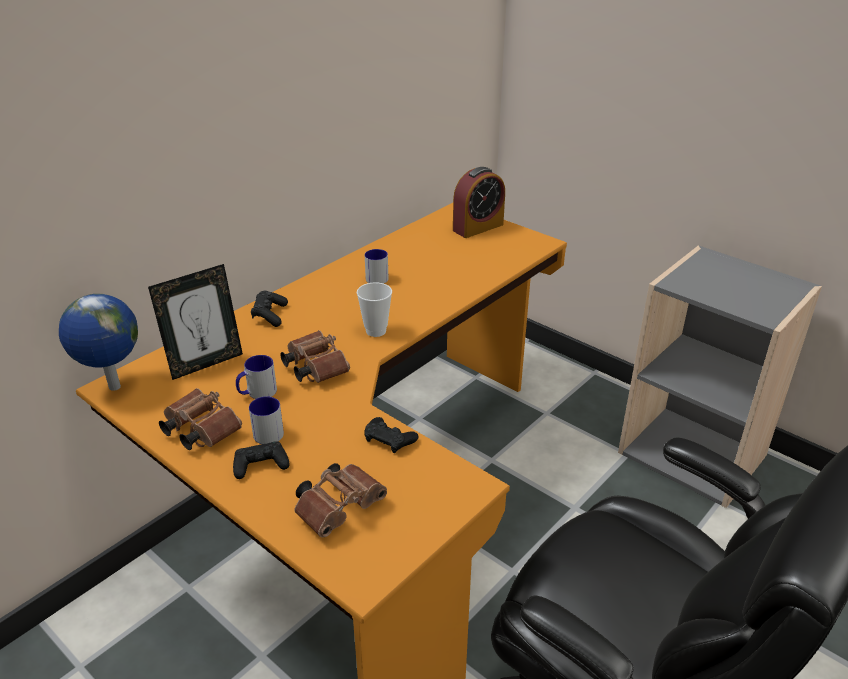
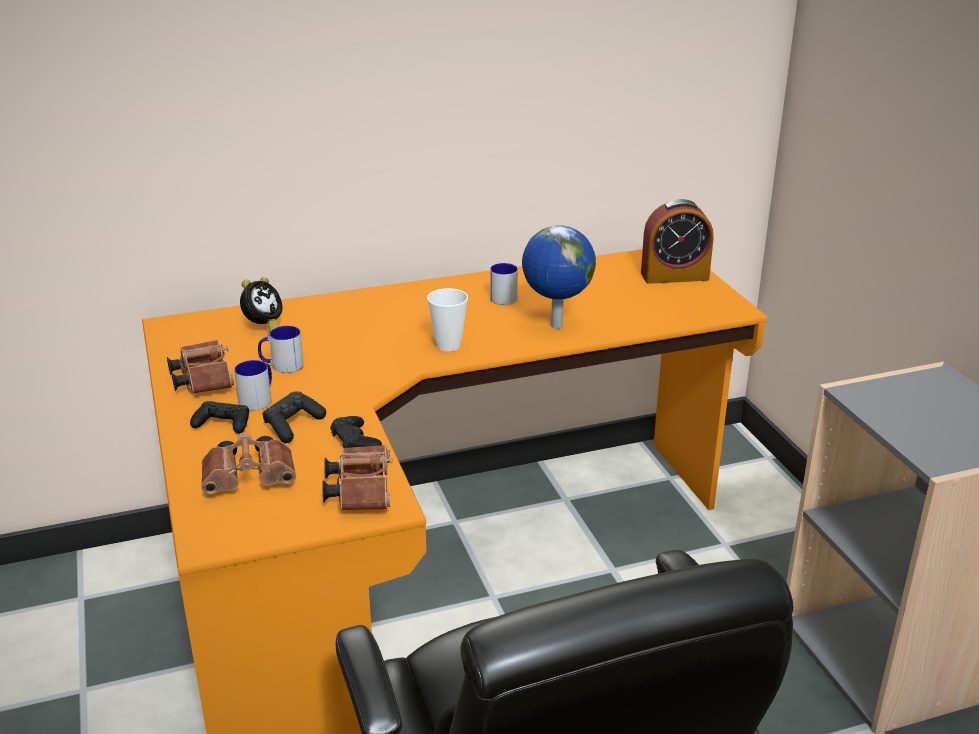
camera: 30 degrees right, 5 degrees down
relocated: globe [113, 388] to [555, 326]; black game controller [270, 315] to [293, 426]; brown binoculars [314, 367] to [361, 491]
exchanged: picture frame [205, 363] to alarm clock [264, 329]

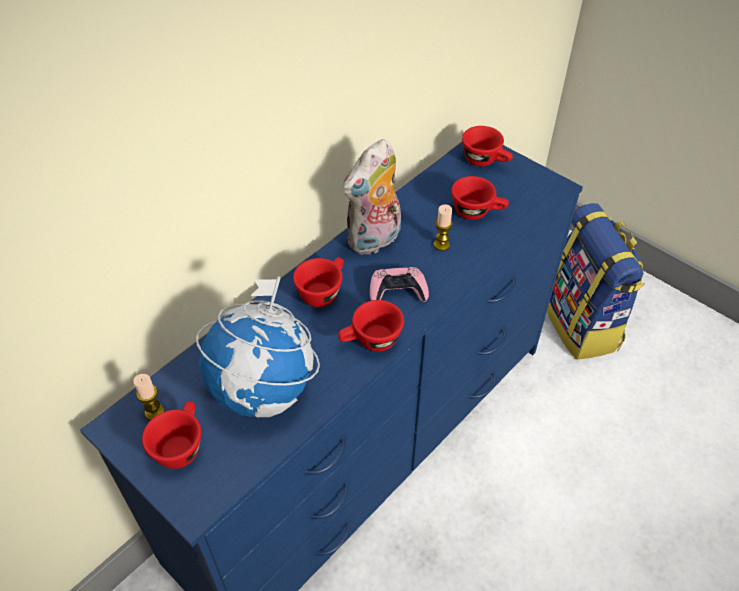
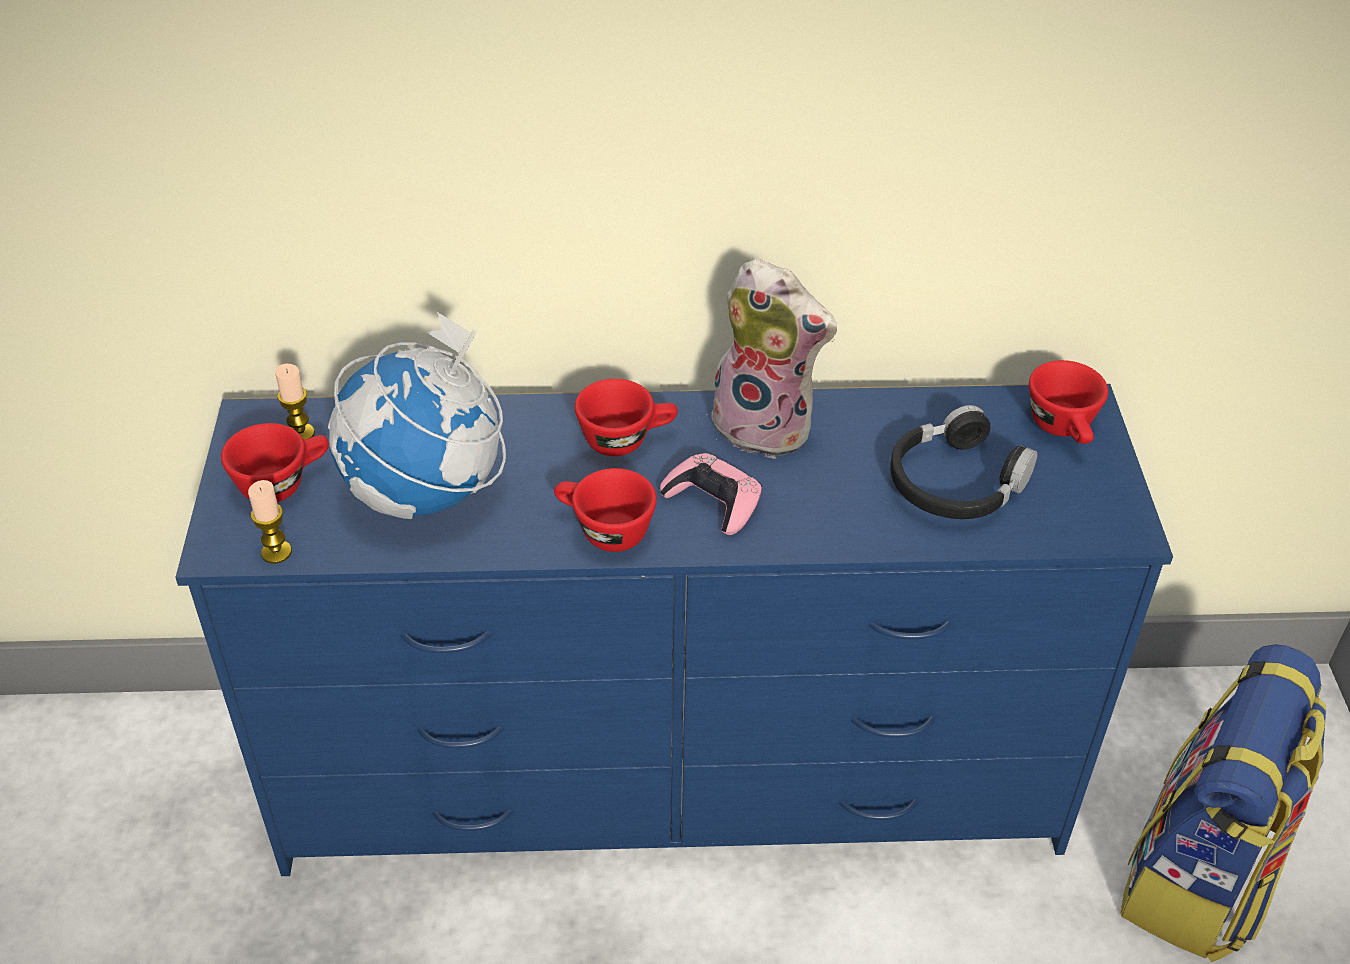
camera: 45 degrees right, 5 degrees down
relocated: candle [441, 244] to [276, 552]
exchanged: red cup [477, 212] to black headphones [956, 483]
spun: plush toy [375, 240] = [767, 426] 150 degrees counterclockwise

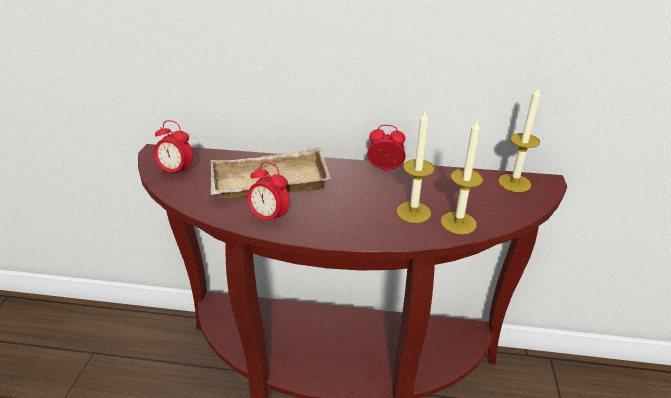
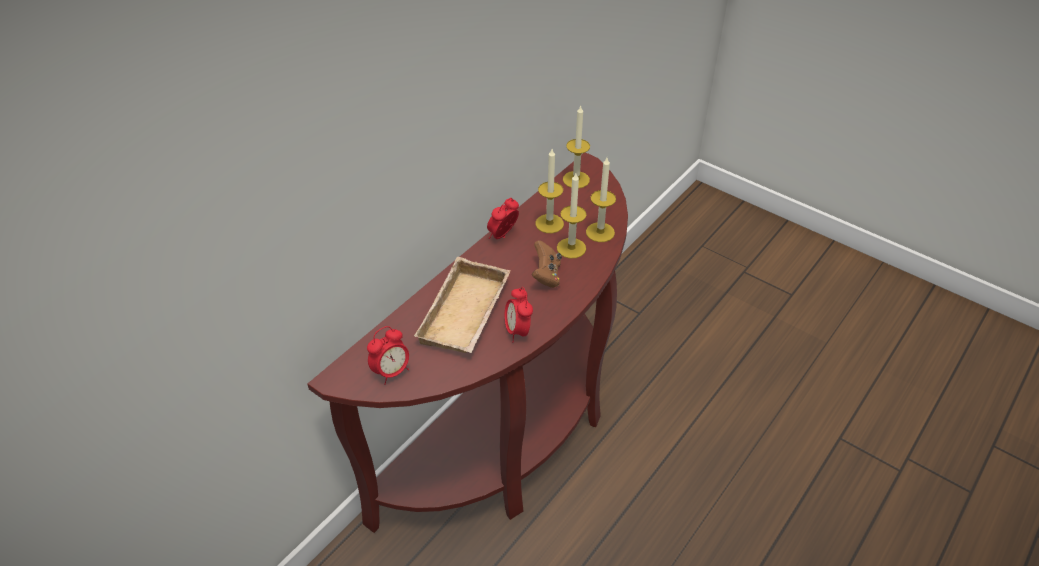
camera: 60 degrees left, 10 degrees up
appeared: brown game controller [546, 275]; candle [549, 223]
spun: alarm clock [269, 218] = [518, 331] 105 degrees clockwise

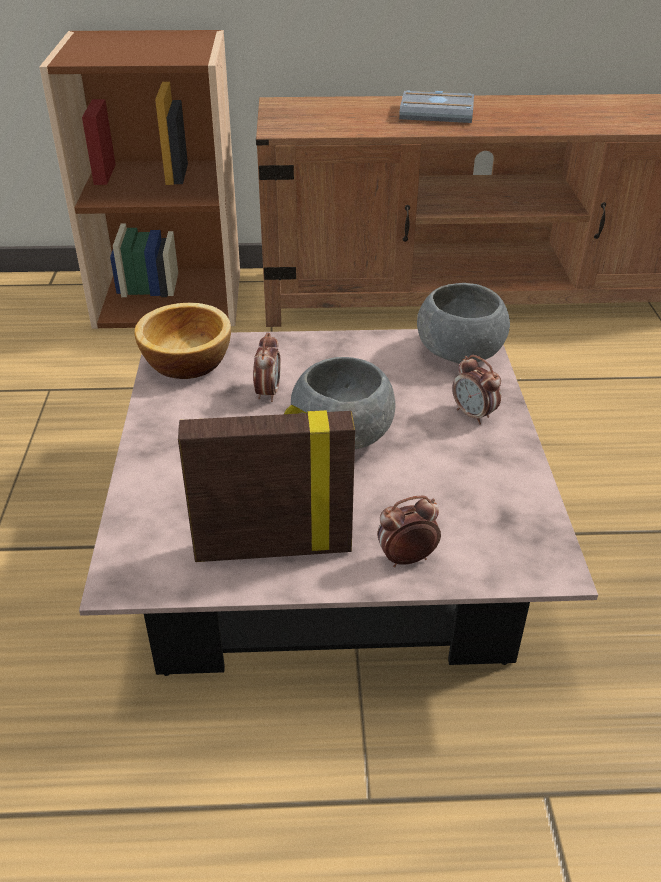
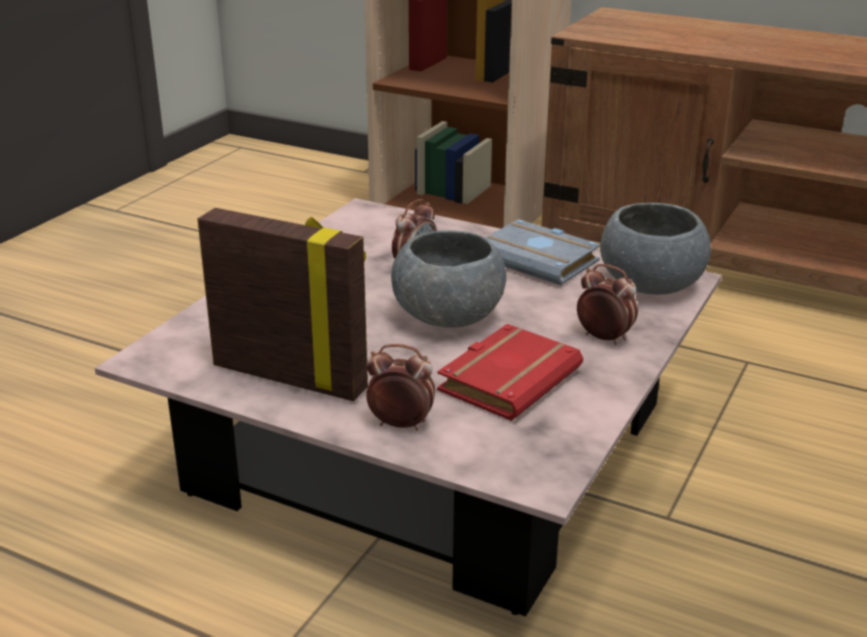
camera: 30 degrees right, 10 degrees down
missing: bowl [186, 361]
appeared: red book [507, 378]
relocated: grey book [438, 113] to [541, 260]
spun: alarm clock [473, 415] = [604, 338] 135 degrees clockwise

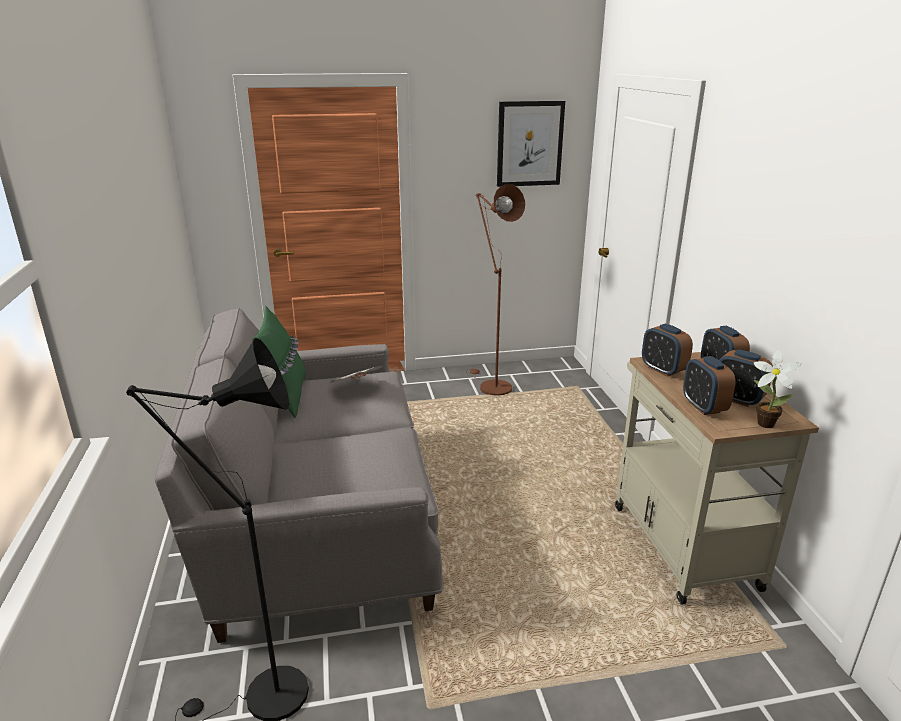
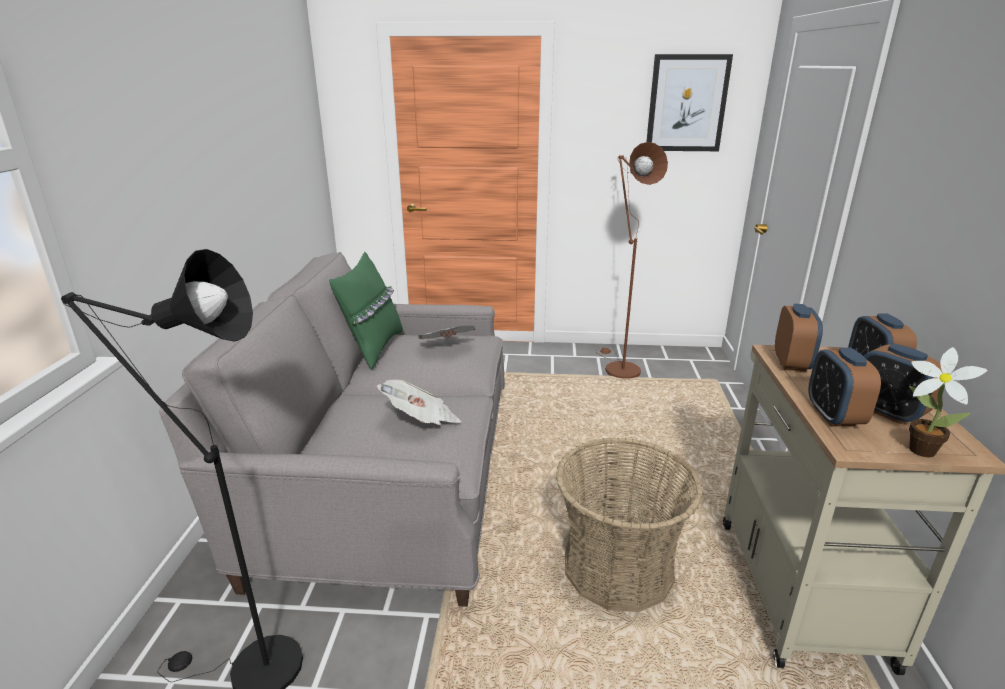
camera: 15 degrees right, 0 degrees up
appeared: newspaper [421, 421]; basket [618, 568]
spun: alarm clock [663, 370] = [791, 363] 150 degrees counterclockwise

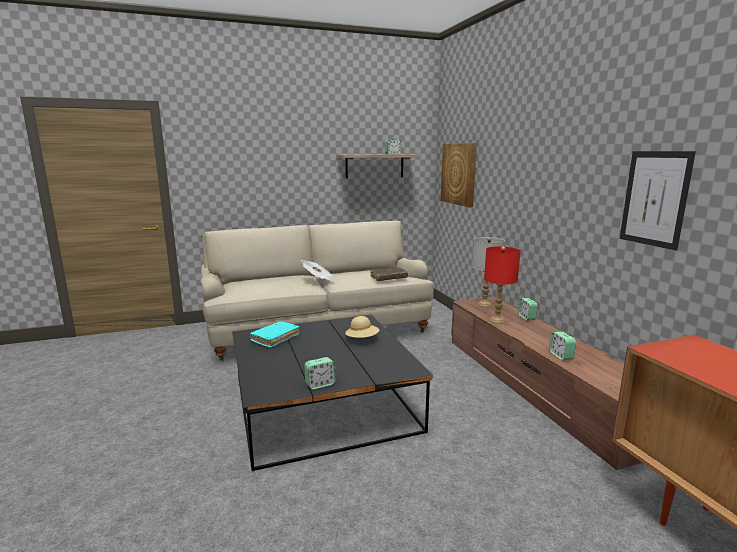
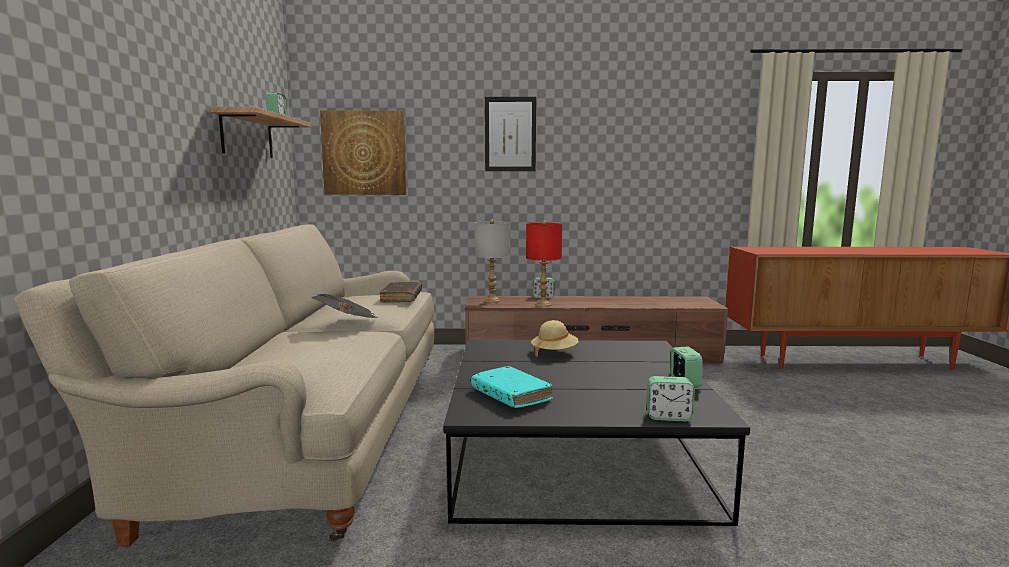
camera: 70 degrees left, 5 degrees down
relocated: alarm clock [561, 356] to [668, 417]; picture [654, 198] to [510, 134]

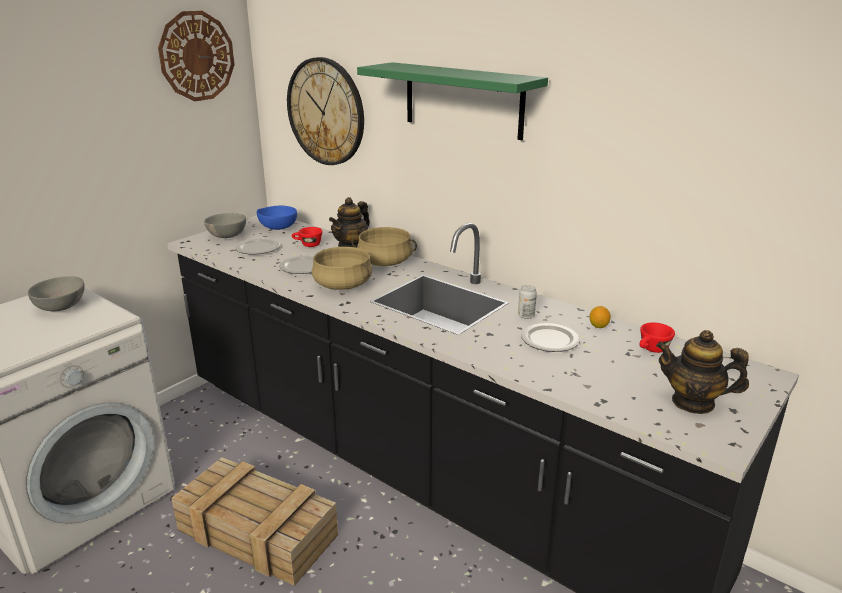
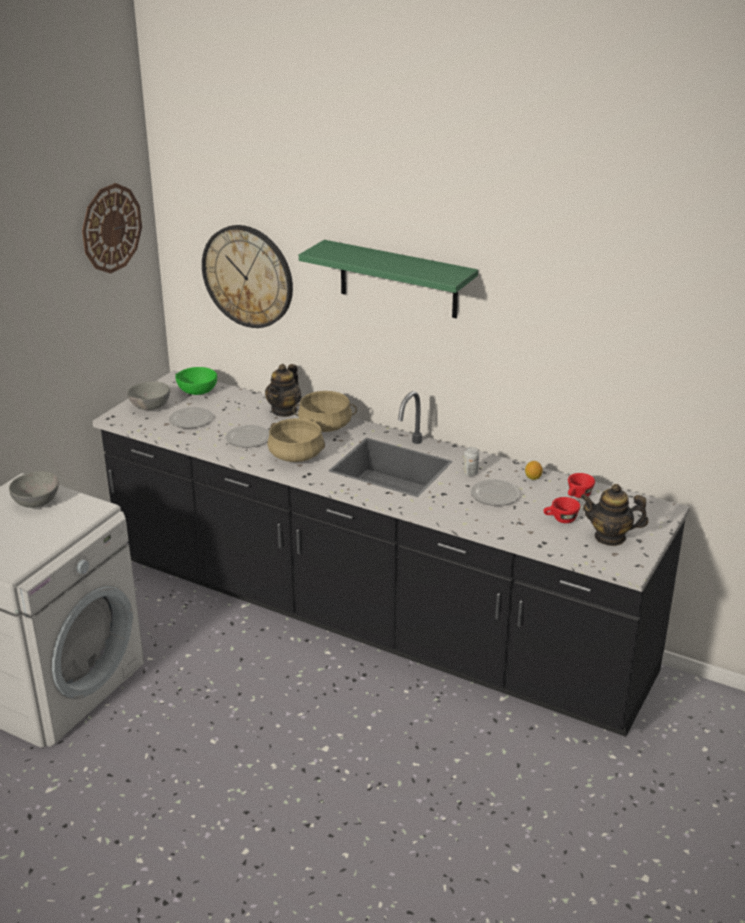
camera: 10 degrees left, 5 degrees up
missing: crate [260, 532]
relocated: red cup [307, 245] to [560, 519]
colour: blue bowl [277, 228] to green bowl [196, 392]

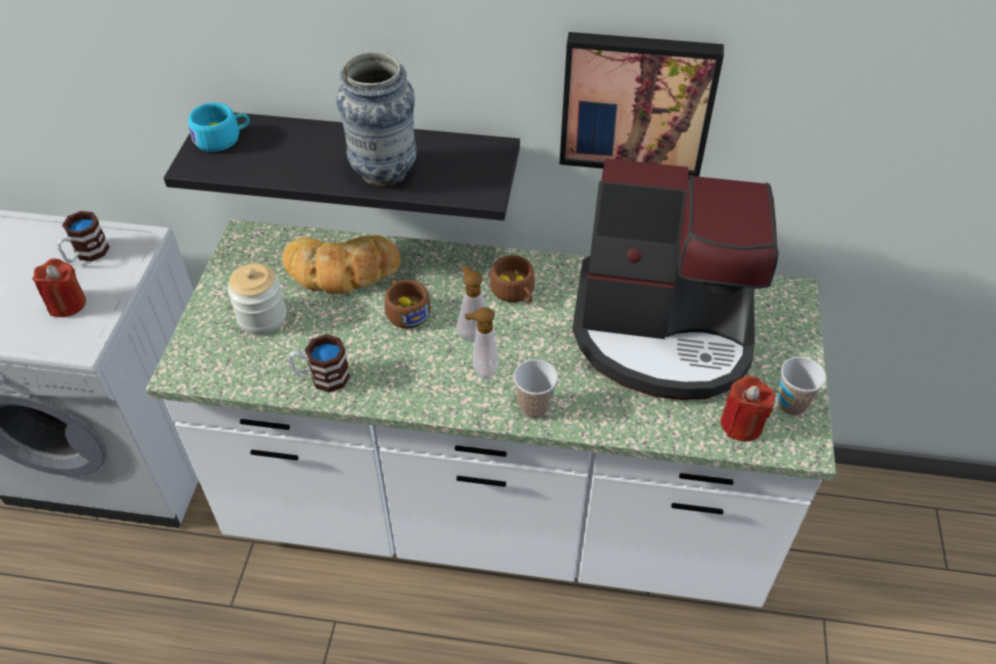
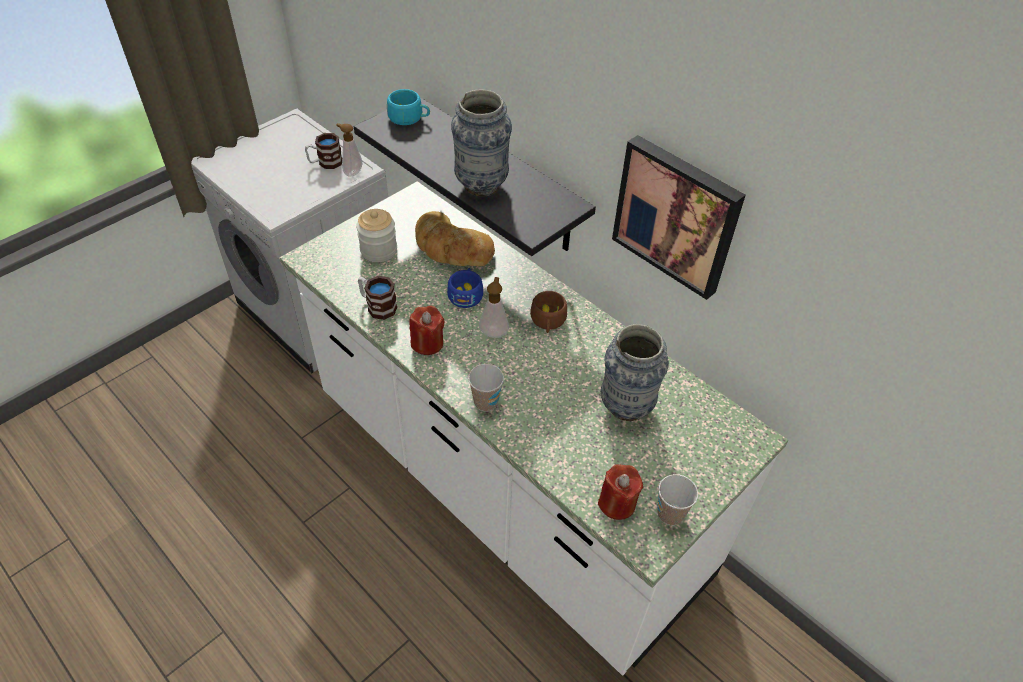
camera: 35 degrees right, 0 degrees up
relocated: red candle [67, 304] to [427, 343]; soap dispenser [482, 370] to [352, 172]
exchanged: coffee machine [663, 331] to vase [626, 407]
colour: brown cup [405, 310] to blue cup [466, 294]

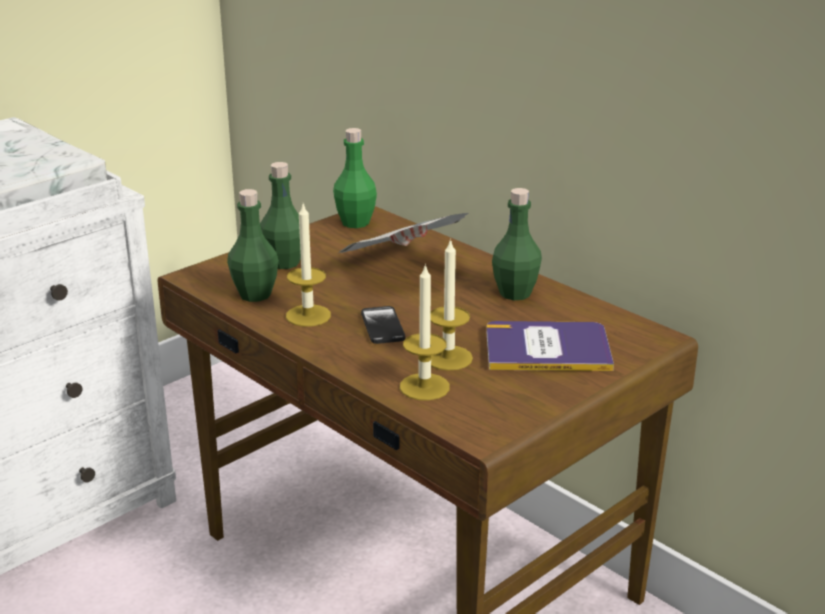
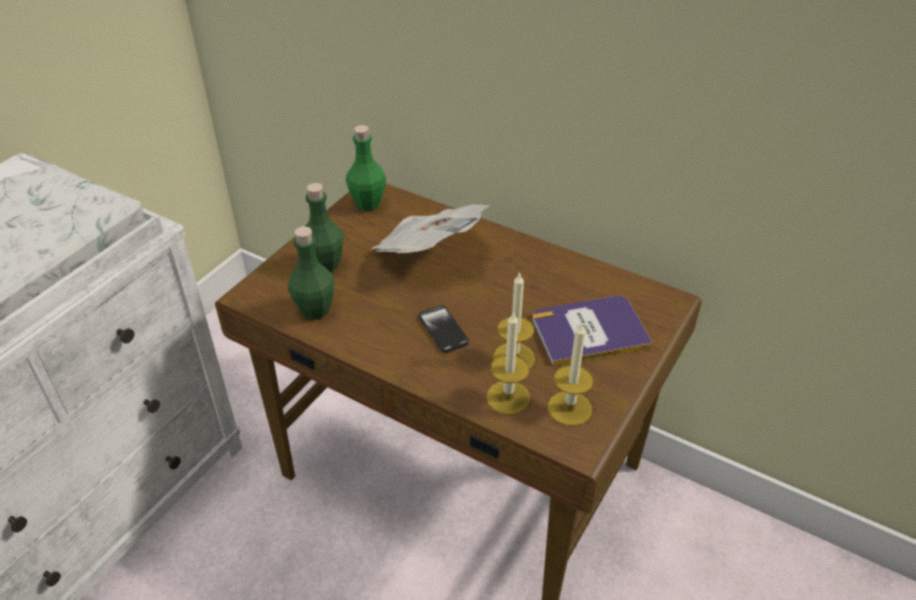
camera: 15 degrees left, 15 degrees up
missing: green bottle [515, 293]
relocated: candle [308, 315] to [569, 408]

